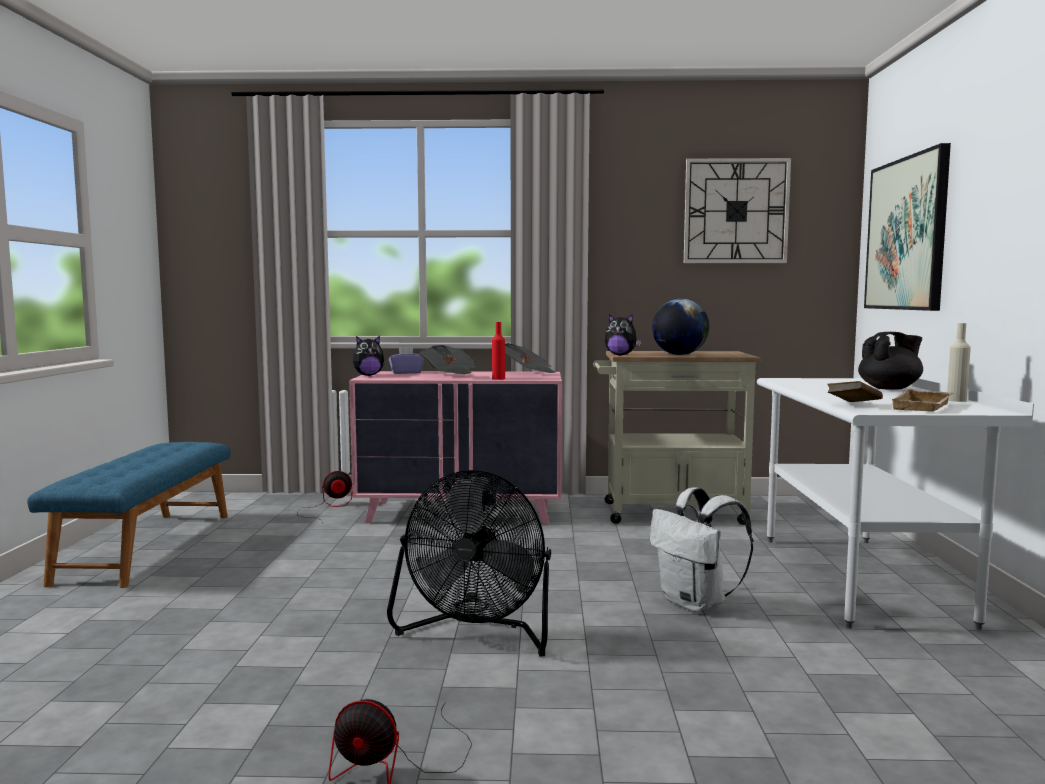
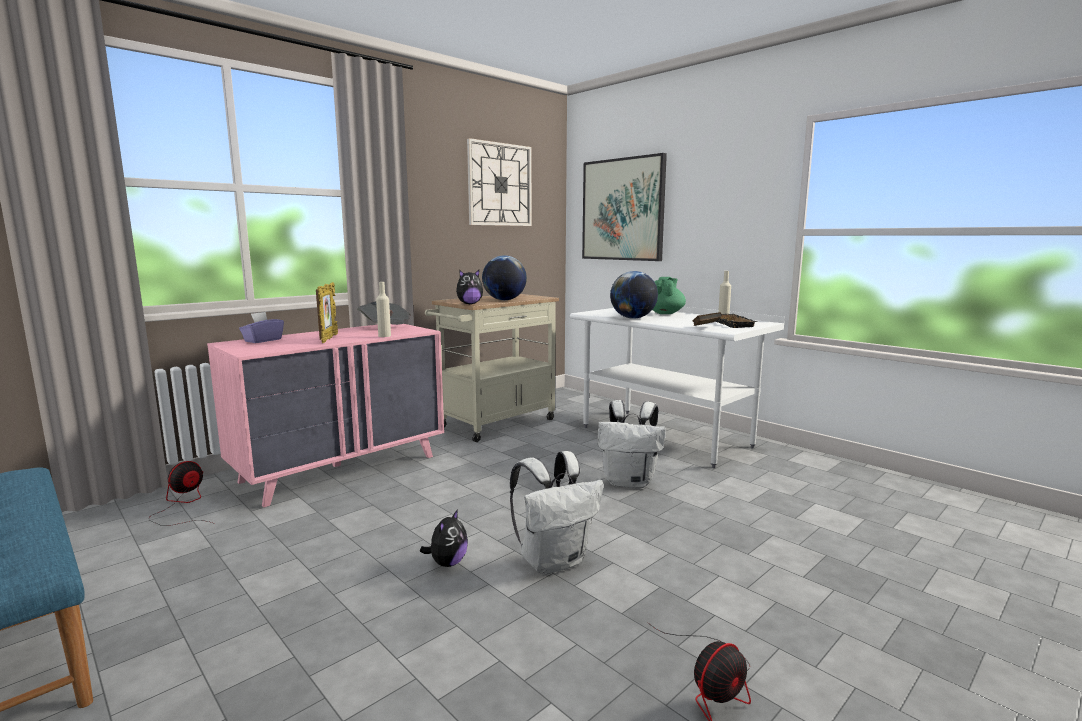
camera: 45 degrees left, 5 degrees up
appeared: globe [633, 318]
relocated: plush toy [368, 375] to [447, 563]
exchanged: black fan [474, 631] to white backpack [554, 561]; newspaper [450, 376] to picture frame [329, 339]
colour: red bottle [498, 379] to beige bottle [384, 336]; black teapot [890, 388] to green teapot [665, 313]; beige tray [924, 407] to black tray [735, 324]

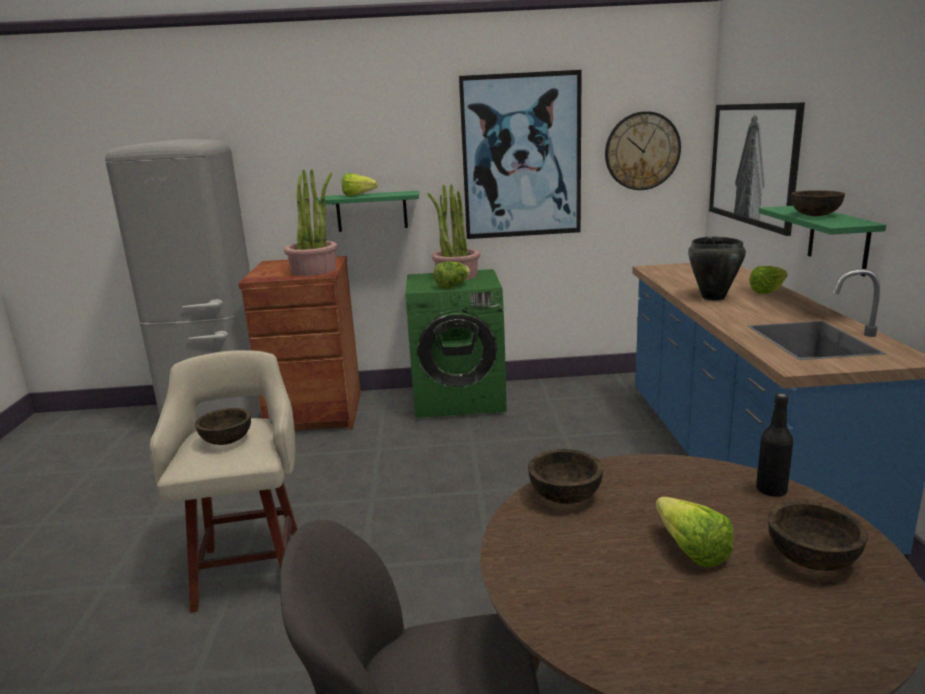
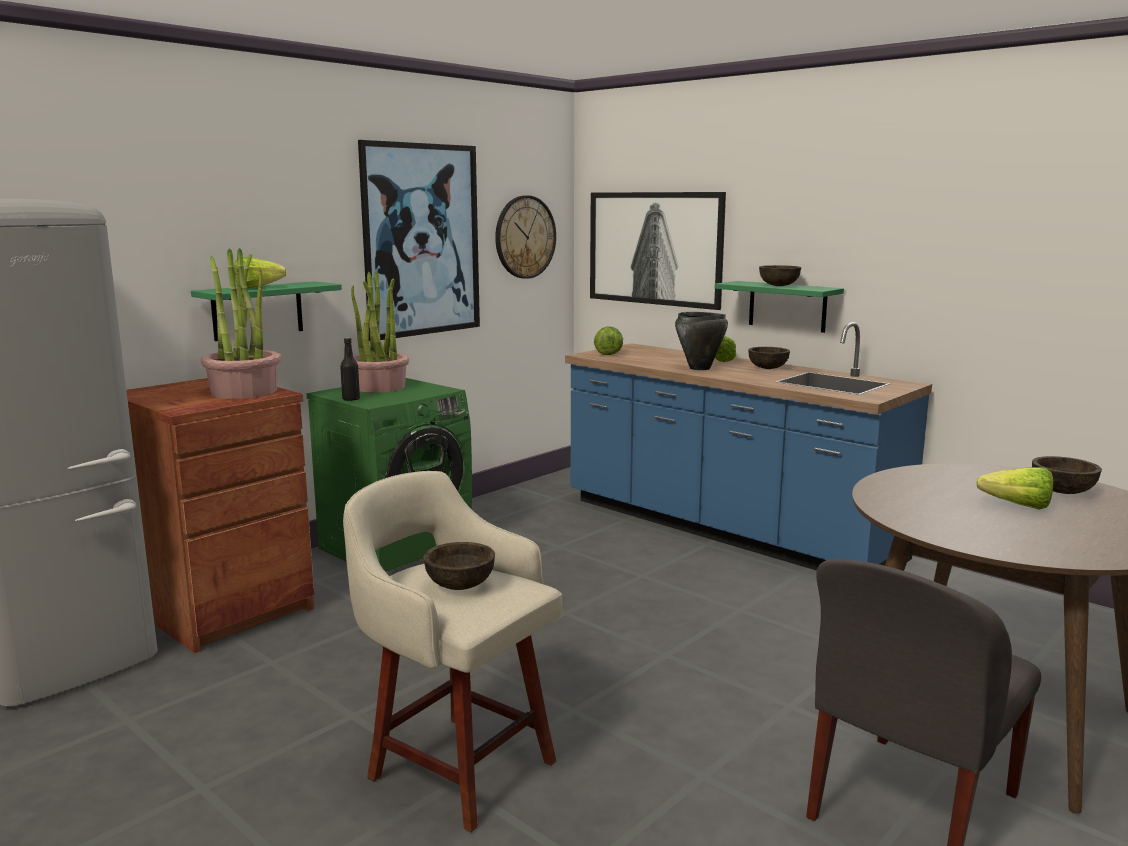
camera: 45 degrees left, 5 degrees down
relocated: lettuce [452, 286] to [609, 353]; brown bowl [566, 496] to [768, 368]; black bottle [771, 490] to [351, 399]

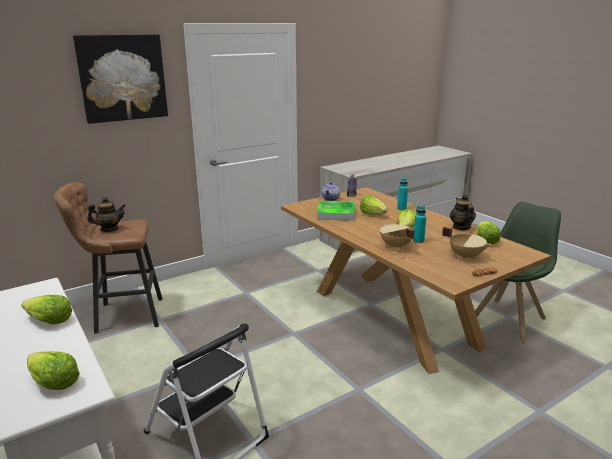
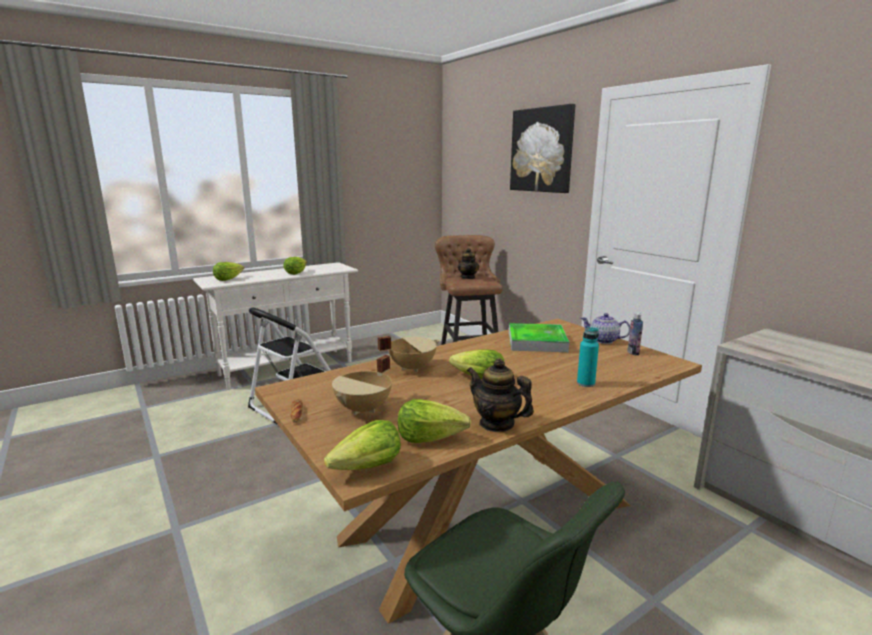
camera: 90 degrees right, 5 degrees down
missing: turquoise bottle [418, 241]
relocated: lettuce [373, 214] to [368, 467]
spun: teapot [461, 227] = [497, 424] 135 degrees counterclockwise

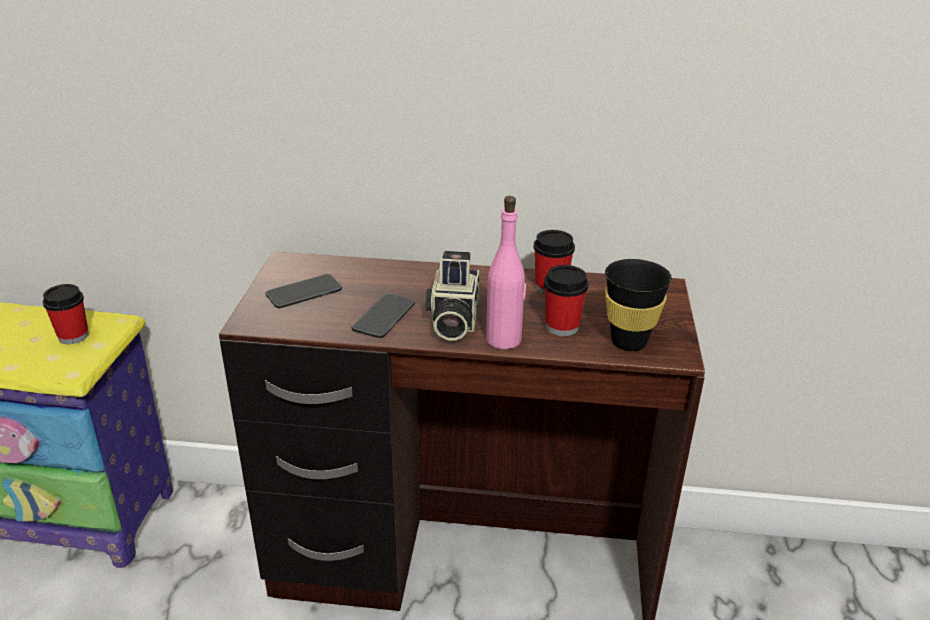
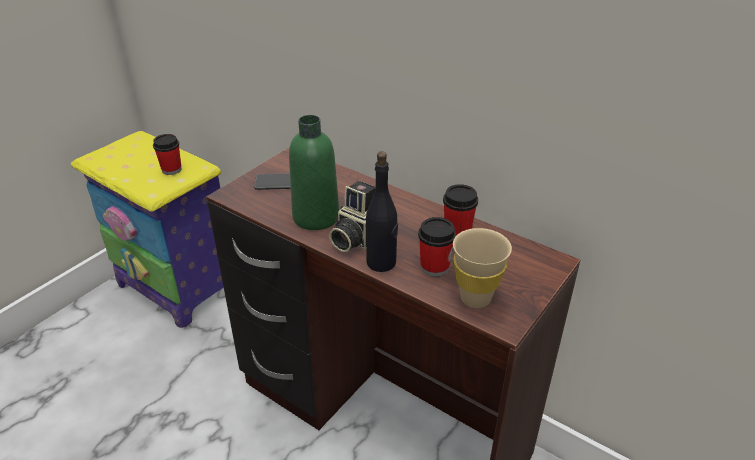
camera: 30 degrees right, 5 degrees up
exchanged: phone [384, 317] to green bottle [316, 217]
colour: pink bottle [504, 339] to black bottle [381, 263]; black cup [628, 342] to beige cup [475, 298]

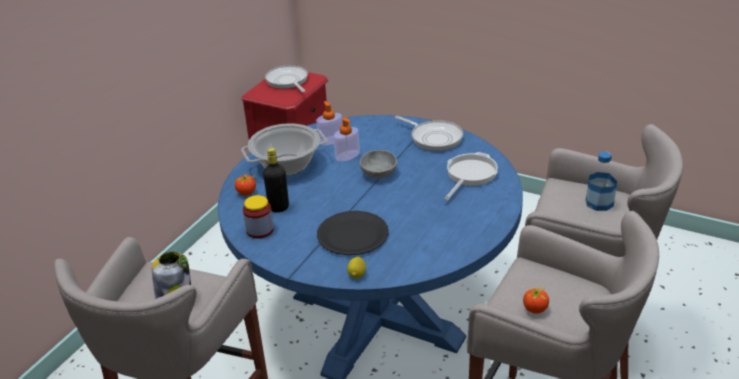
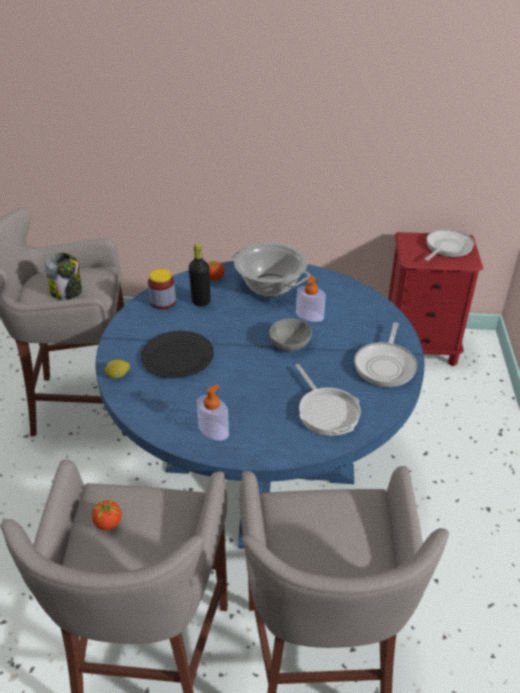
camera: 65 degrees right, 5 degrees up
missing: bottle [599, 203]
relocated: soap dispenser [331, 140] to [213, 430]
spun: frying pan [469, 175] = [326, 411] 60 degrees clockwise

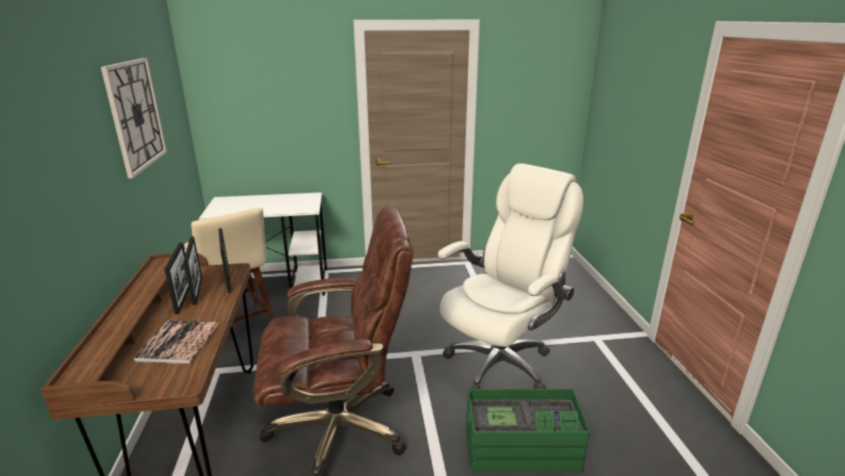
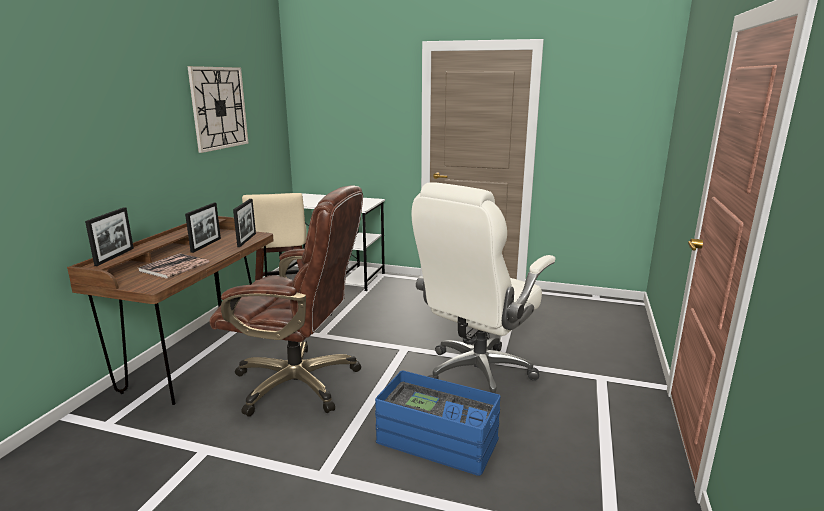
camera: 25 degrees right, 5 degrees down
relocated: picture frame [197, 290] to [115, 256]
colour: green storage box [521, 446] to blue storage box [438, 439]
spun: white office chair [500, 364] = [477, 374] 150 degrees clockwise

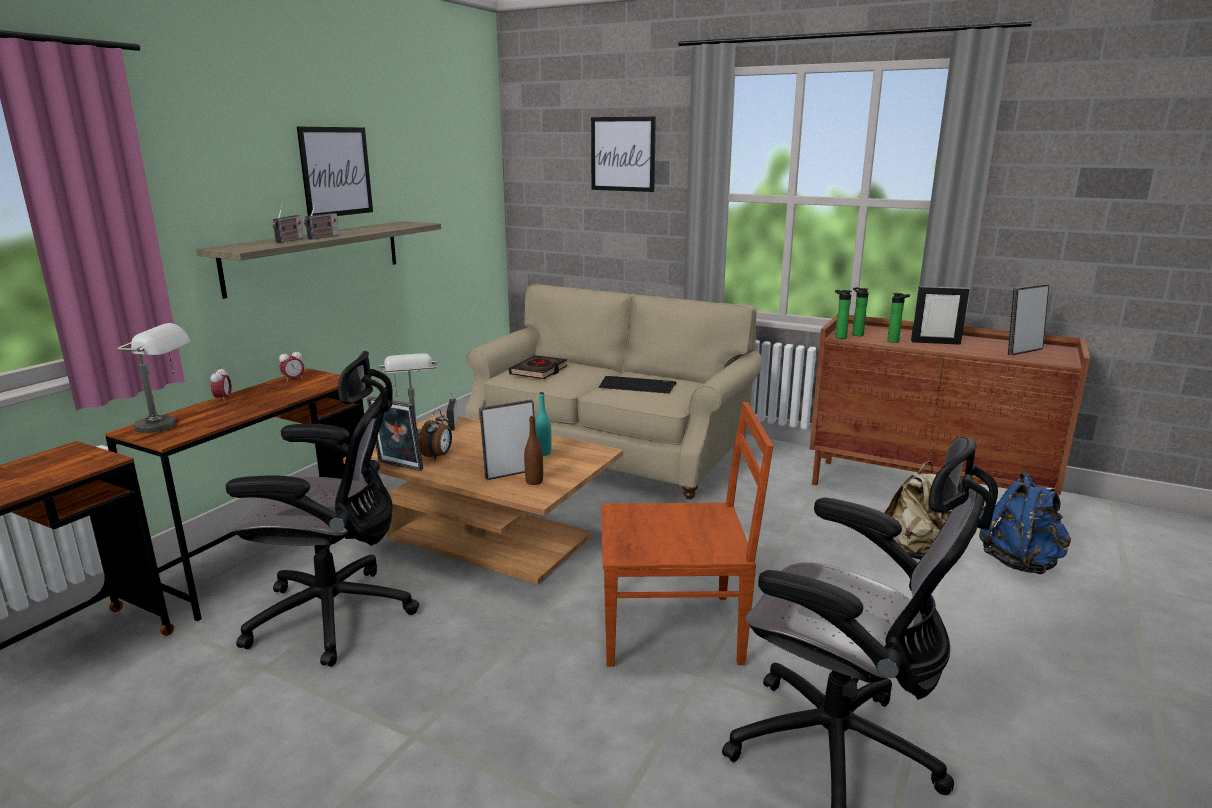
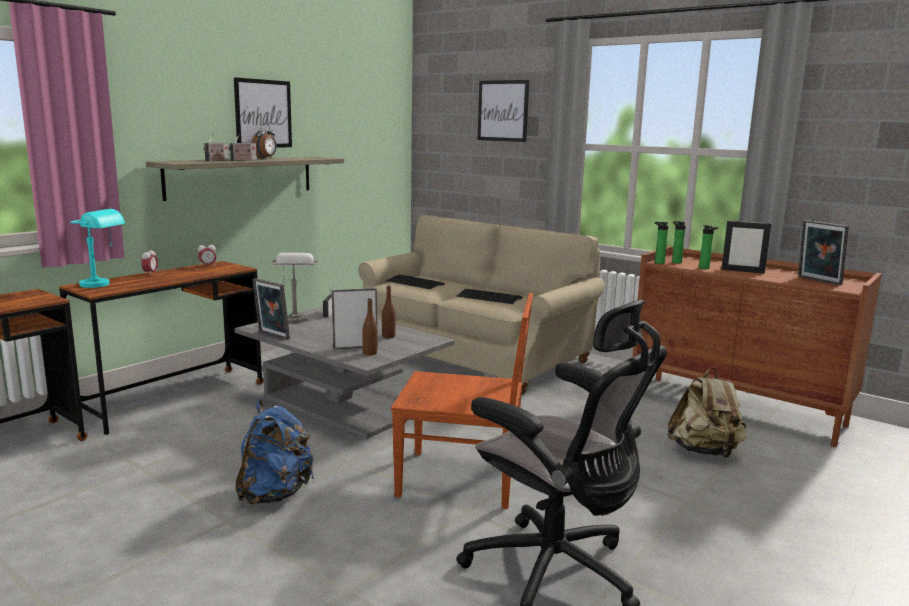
camera: 10 degrees right, 5 degrees down
missing: office chair [333, 614]
relocated: alarm clock [438, 456] to [265, 158]; blue backpack [1021, 562] to [274, 494]
exchanged: black book [539, 371] to keyboard [414, 283]
colour: grey table lamp [168, 426] to turquoise table lamp [103, 285]; brown coffee table [489, 537] to grey coffee table [344, 404]; turquoise bottle [543, 453] to brown bottle [388, 336]
spun: picture frame [1022, 351] = [818, 281] 105 degrees counterclockwise

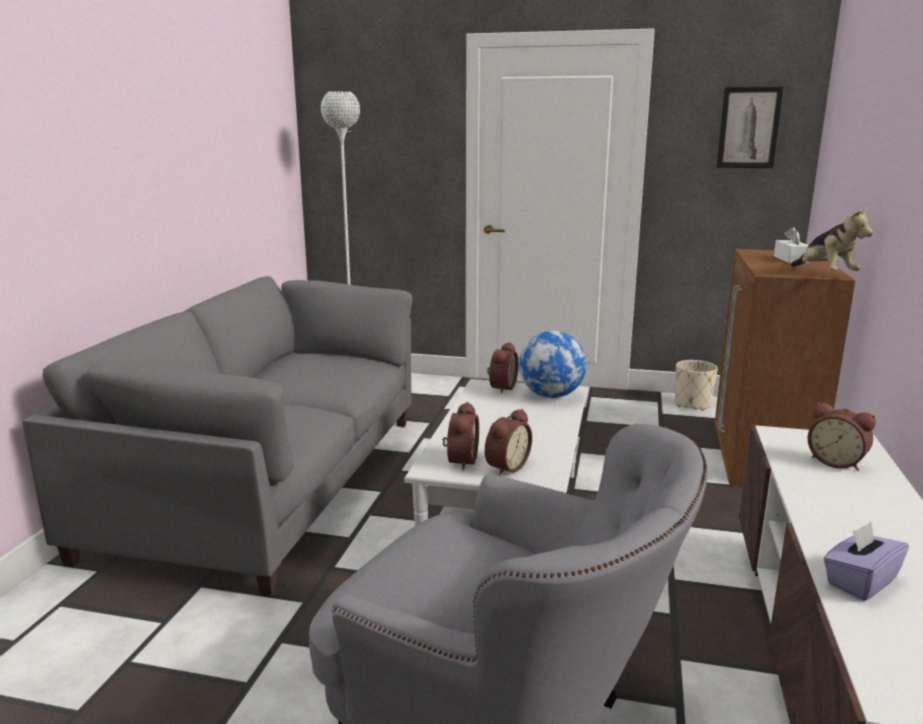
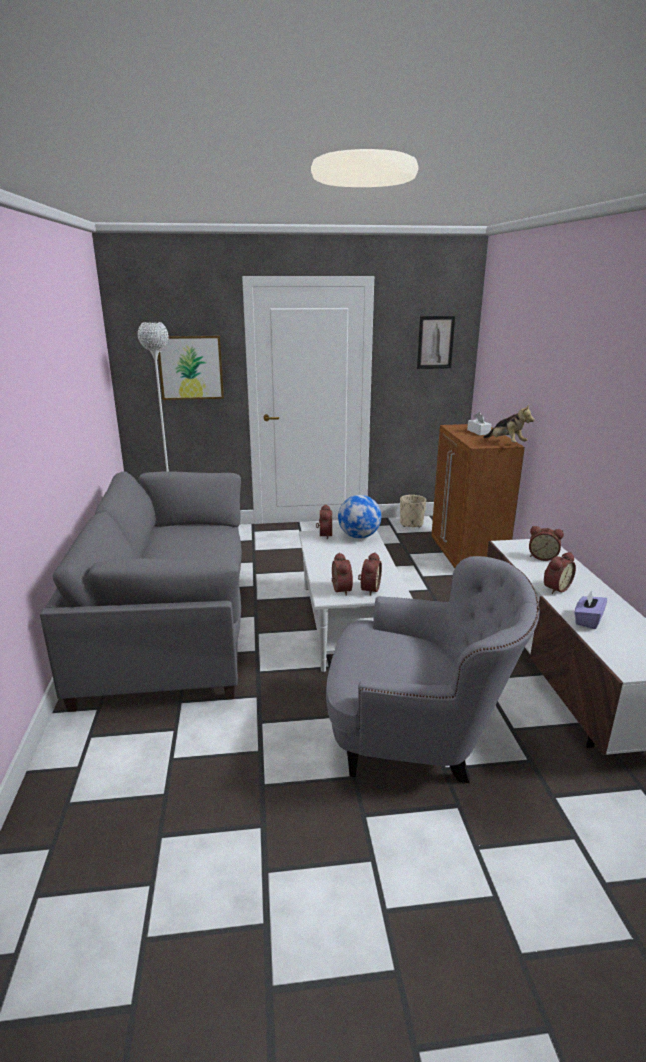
camera: 20 degrees left, 5 degrees up
appeared: picture [191, 367]; alarm clock [555, 588]

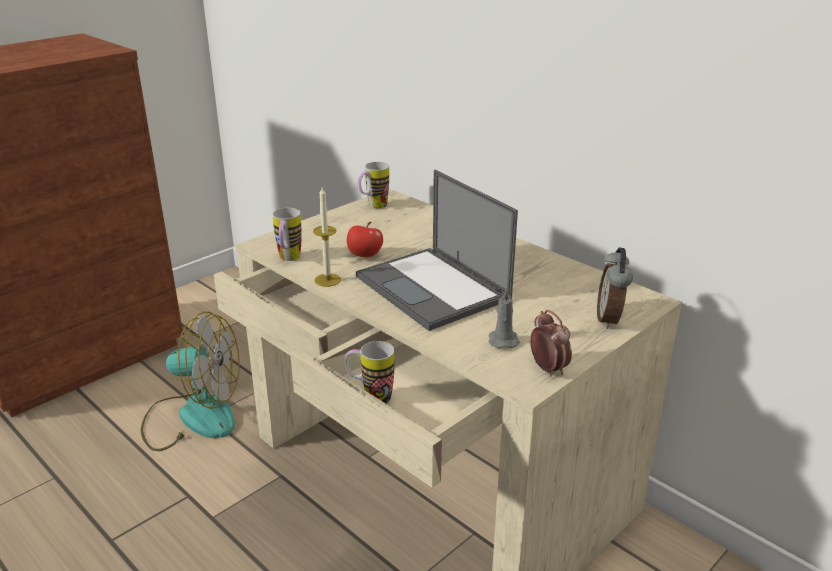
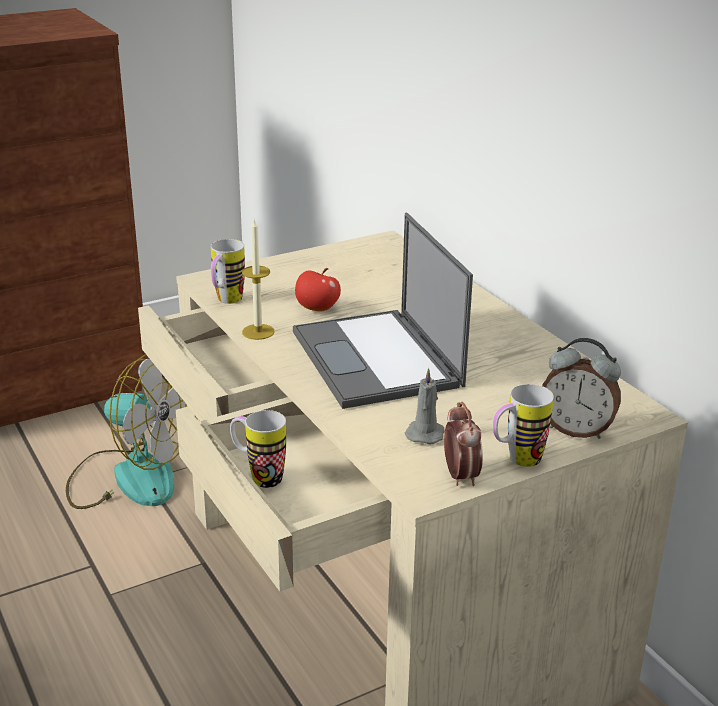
camera: 15 degrees right, 0 degrees up
relocated: mug [373, 206] to [516, 461]
spun: alarm clock [610, 319] = [576, 430] 90 degrees counterclockwise

